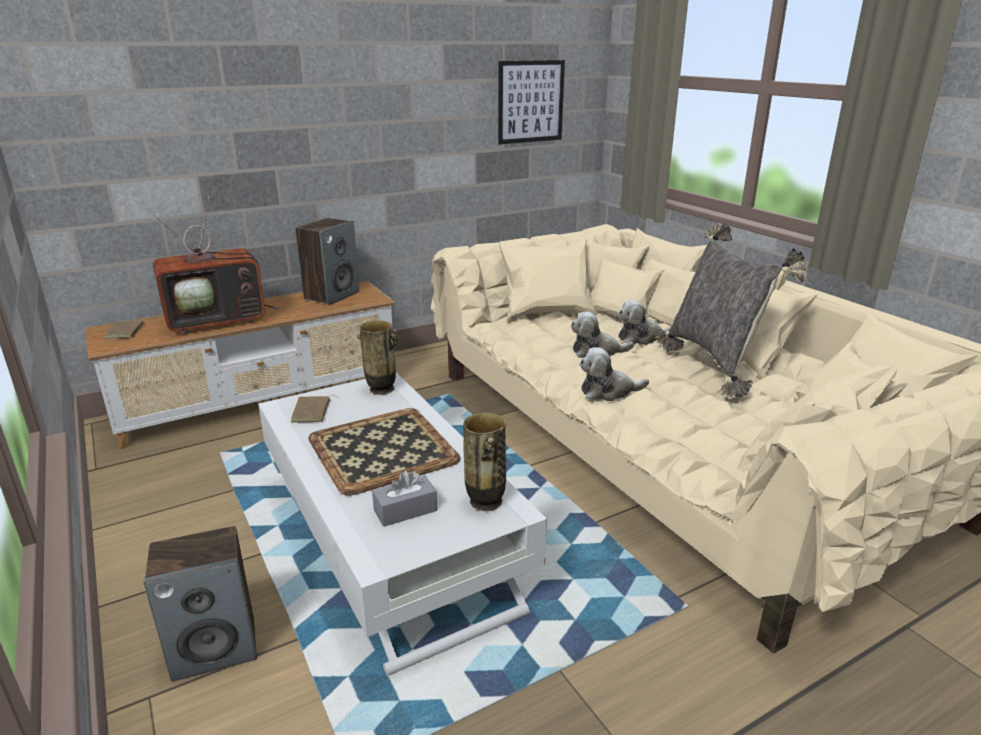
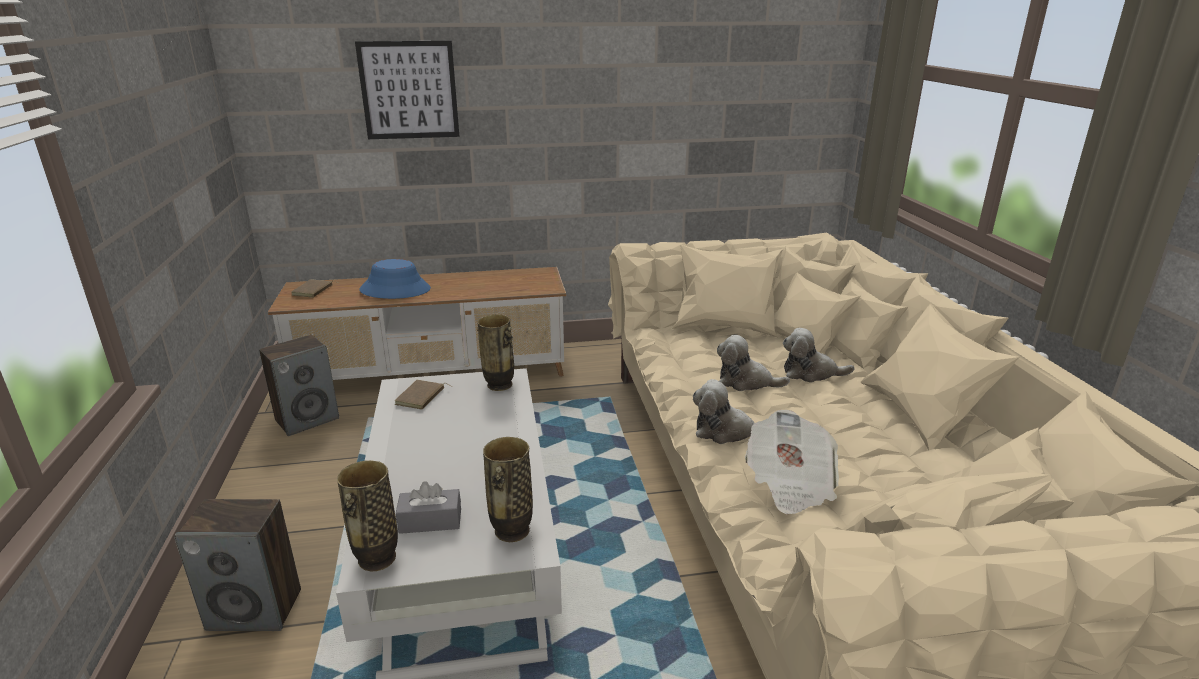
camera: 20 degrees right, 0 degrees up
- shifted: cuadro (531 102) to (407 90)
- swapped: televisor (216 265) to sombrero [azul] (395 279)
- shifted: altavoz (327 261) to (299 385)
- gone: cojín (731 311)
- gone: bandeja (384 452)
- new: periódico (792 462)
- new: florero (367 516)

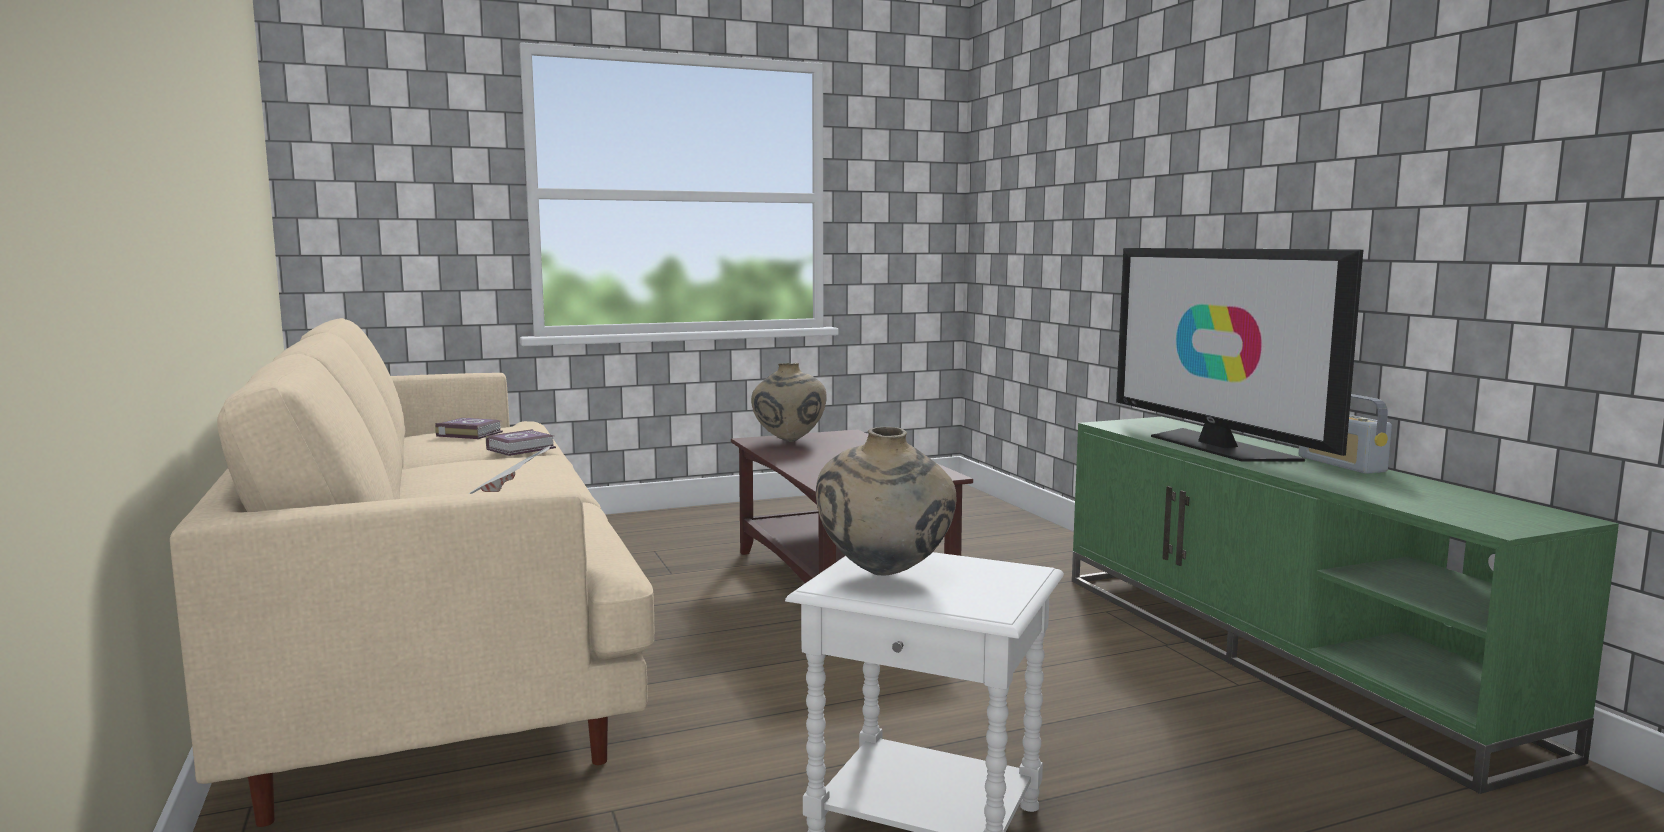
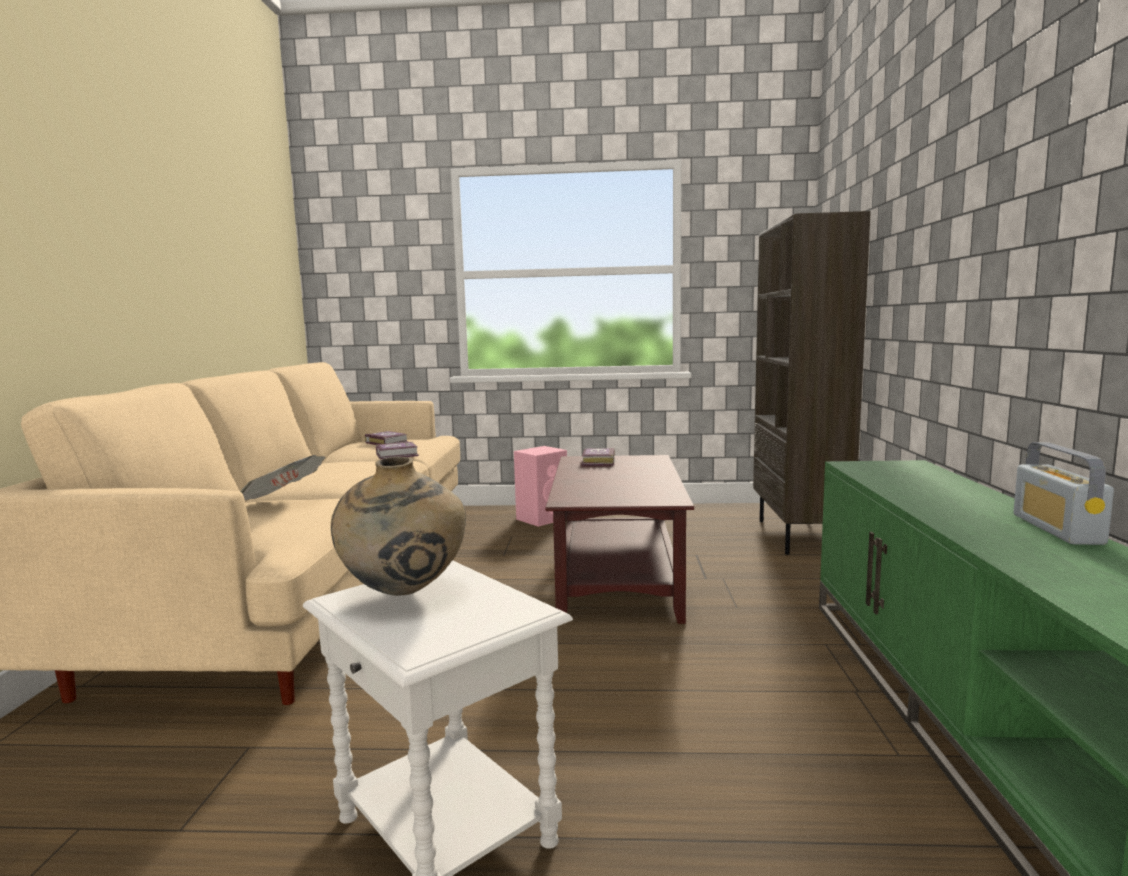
camera: 25 degrees right, 0 degrees up
- gone: televisor (1239 355)
- swapped: florero [beis] (789 402) to libro (598 457)
- new: estantería [marrón] (812 383)
- new: altavoz [rosa] (540 486)

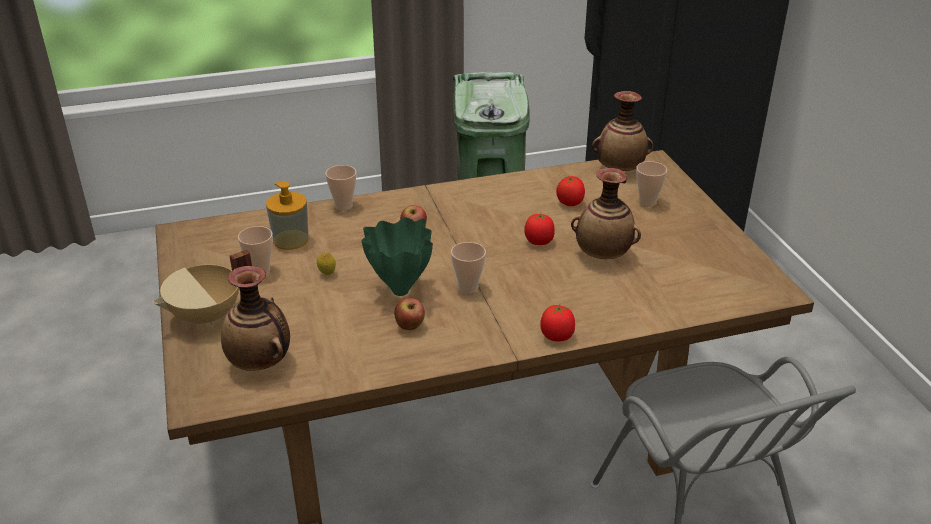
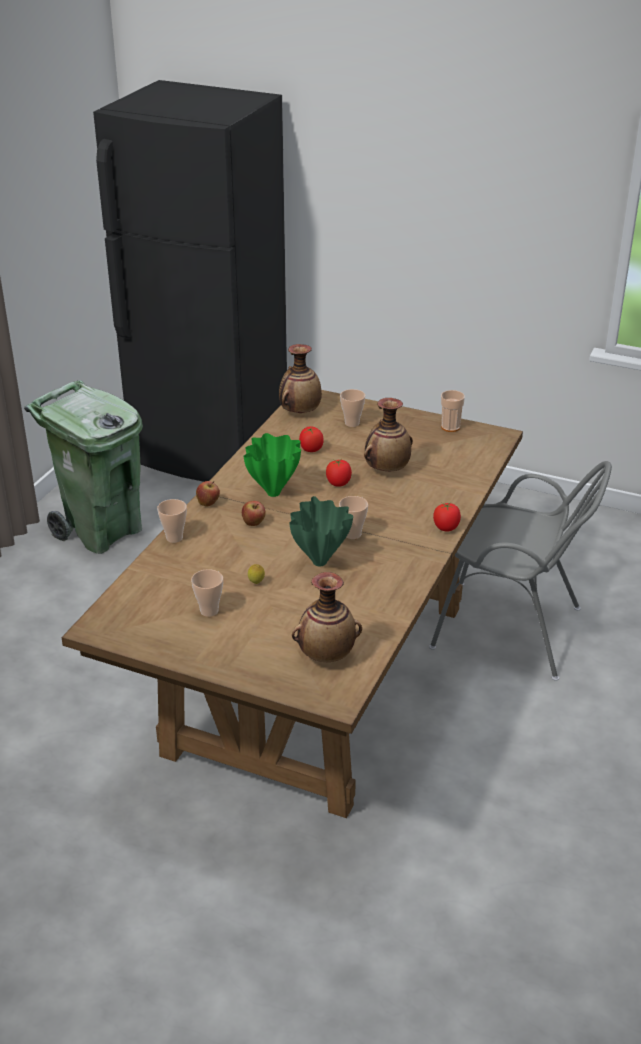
camera: 50 degrees left, 0 degrees up
- gone: dispensador de jabón (287 216)
- gone: olla [beis] (202 288)
- shifted: manzana (409 314) to (208 494)
- new: taza (453 411)
- new: florero [verde] (272 465)

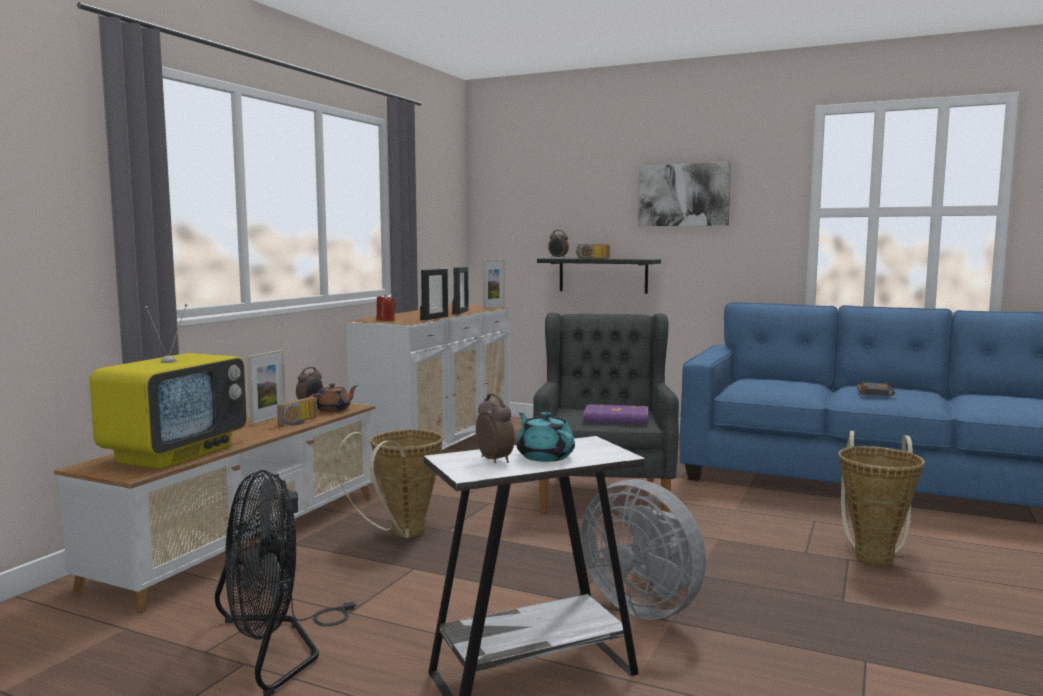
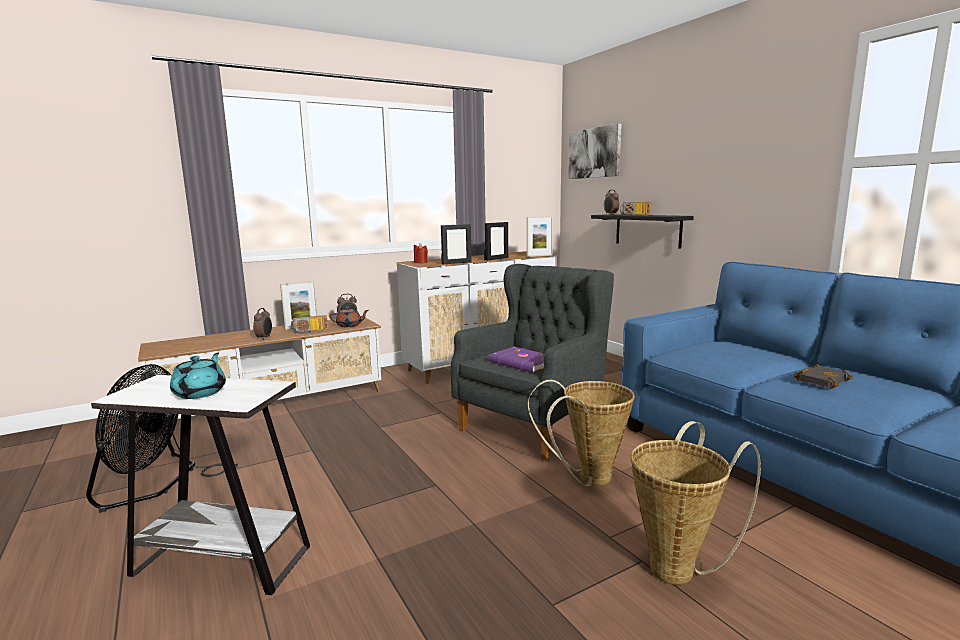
camera: 35 degrees right, 5 degrees up
- shifted: cuadro (684 194) to (595 151)
- gone: televisor (168 386)
- shifted: despertador (495 428) to (262 324)
- shifted: cesta (389 483) to (581 433)
- gone: ventilador [gris] (643 549)

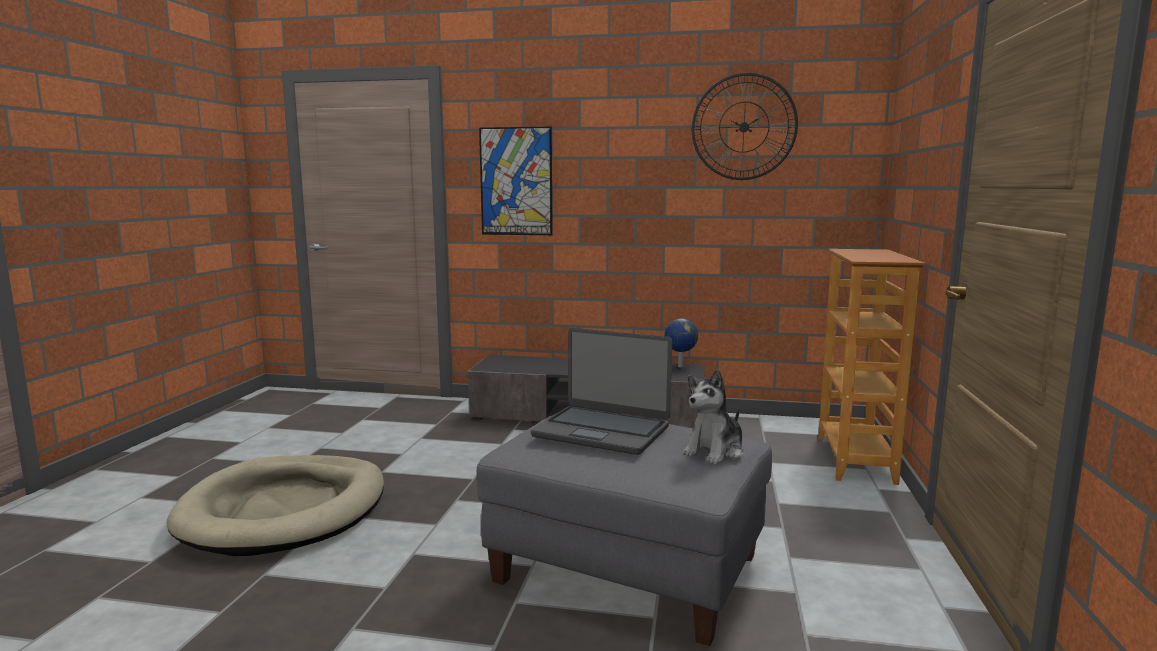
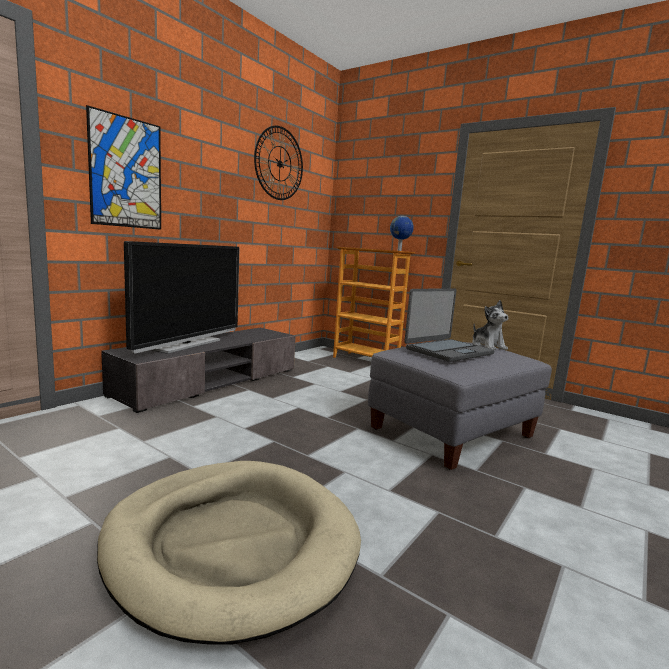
camera: 65 degrees left, 0 degrees up
- shifted: globo terráqueo (681 343) to (402 233)
- new: televisor (182 297)

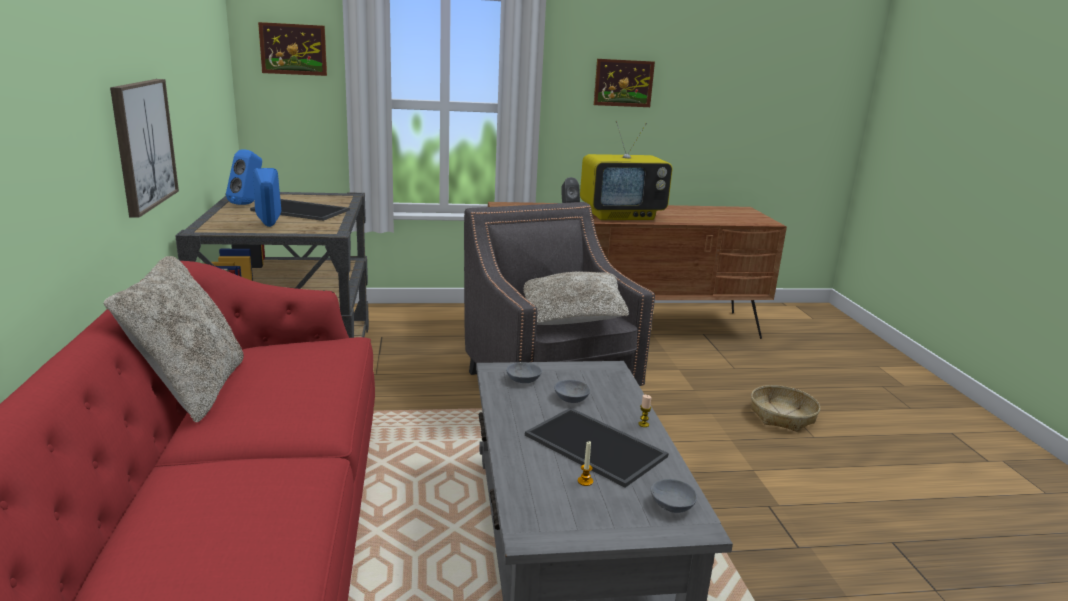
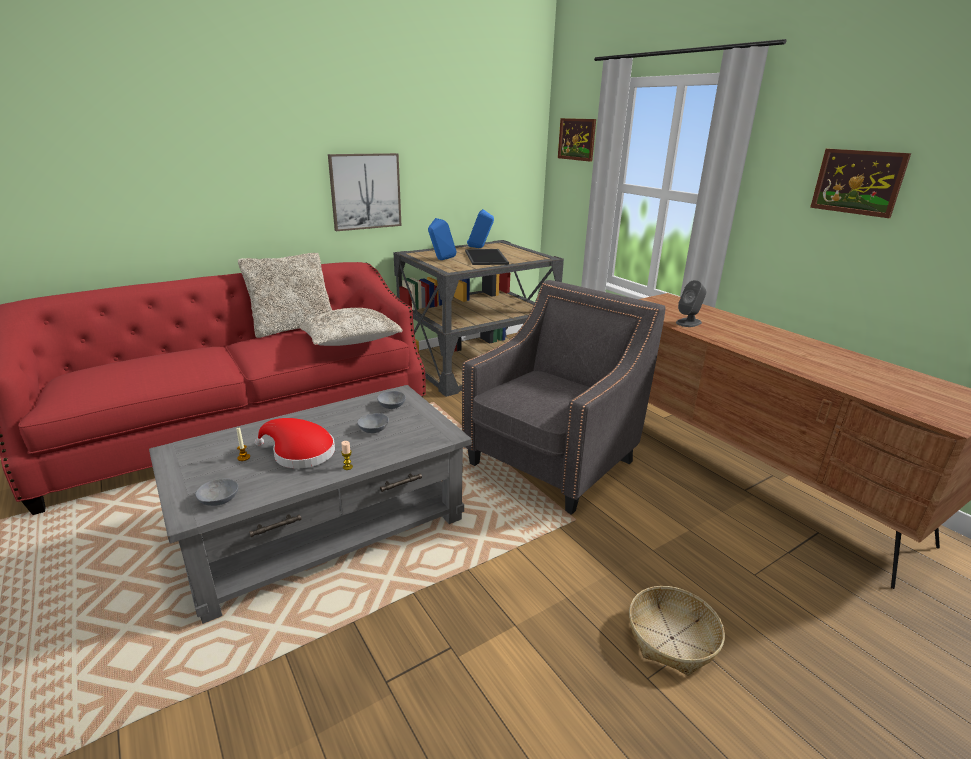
camera: 65 degrees right, 5 degrees up
- gone: televisor (626 170)
- shifted: cojín [beis] (576 298) to (351 327)
- swapped: bandeja (597 448) to sombrero [rojo] (295 443)

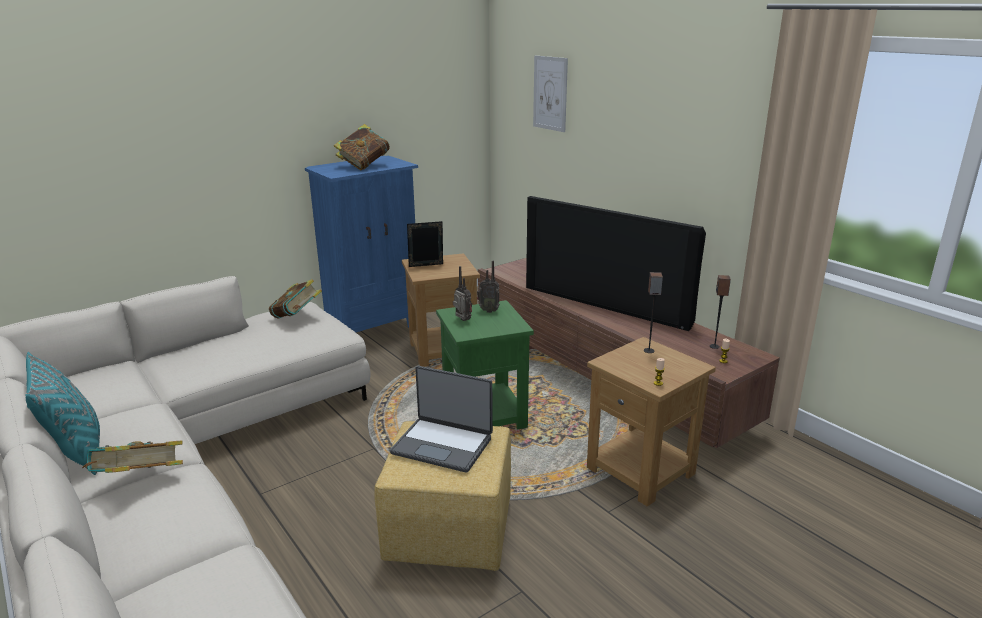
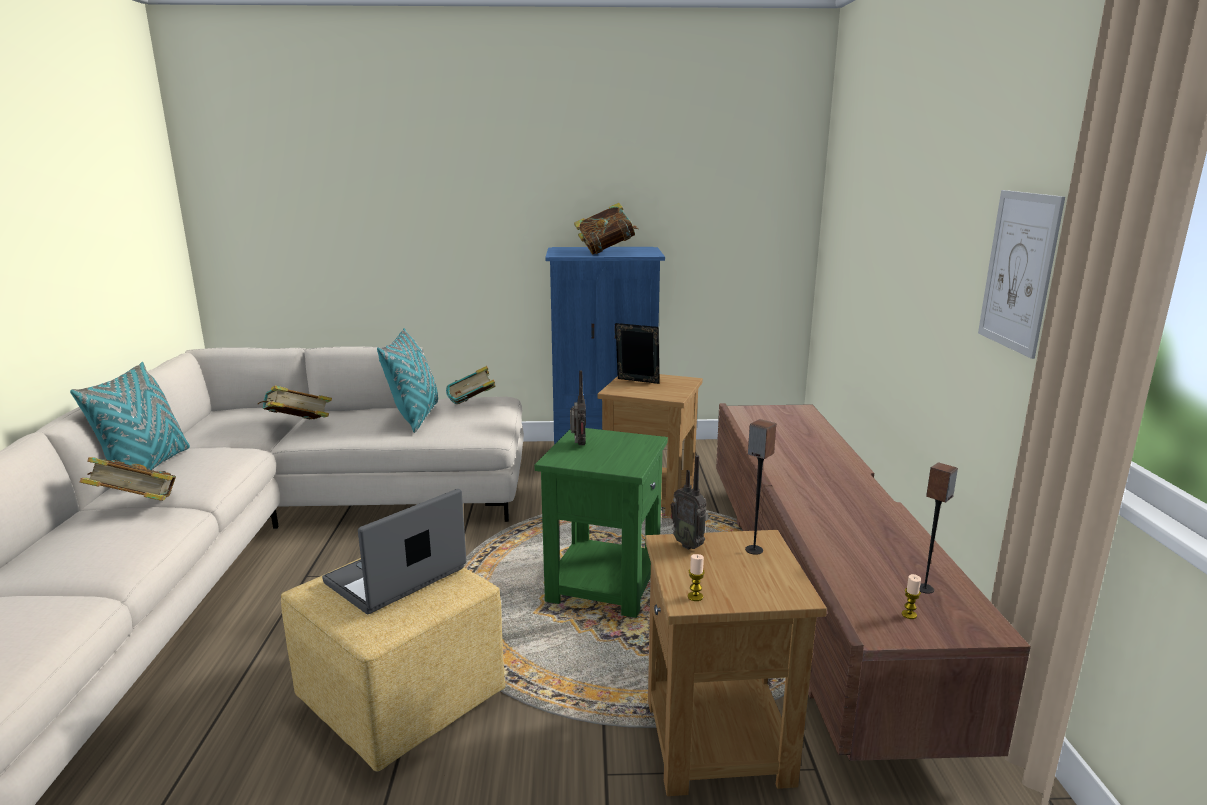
camera: 35 degrees right, 5 degrees down
- shifted: cuadro (550 94) to (1021 274)
- gone: televisor (616 263)
- shifted: radio (488 287) to (689 502)
- rotated: portátil (441 419) = (394 551) 75 degrees clockwise
- new: cojín [turquesa] (407 380)
- new: libro (295 402)

